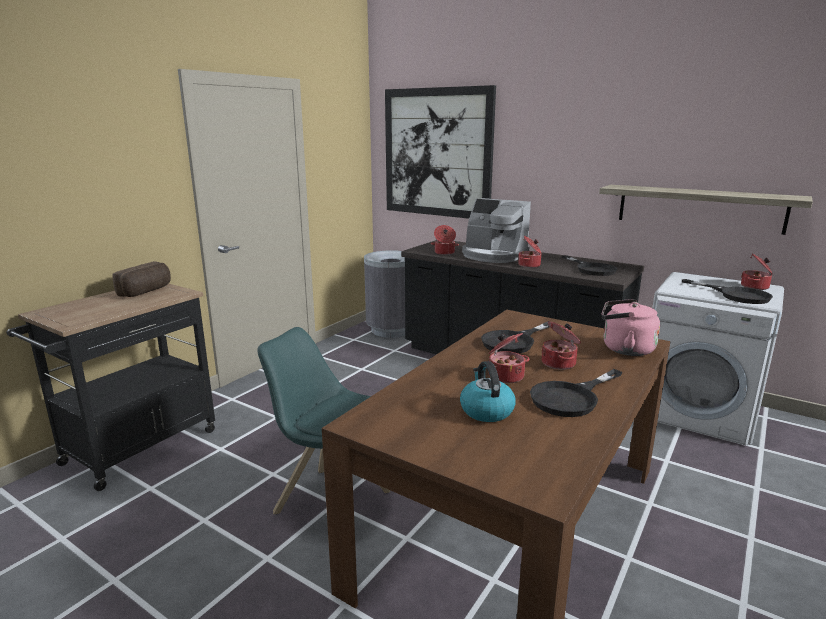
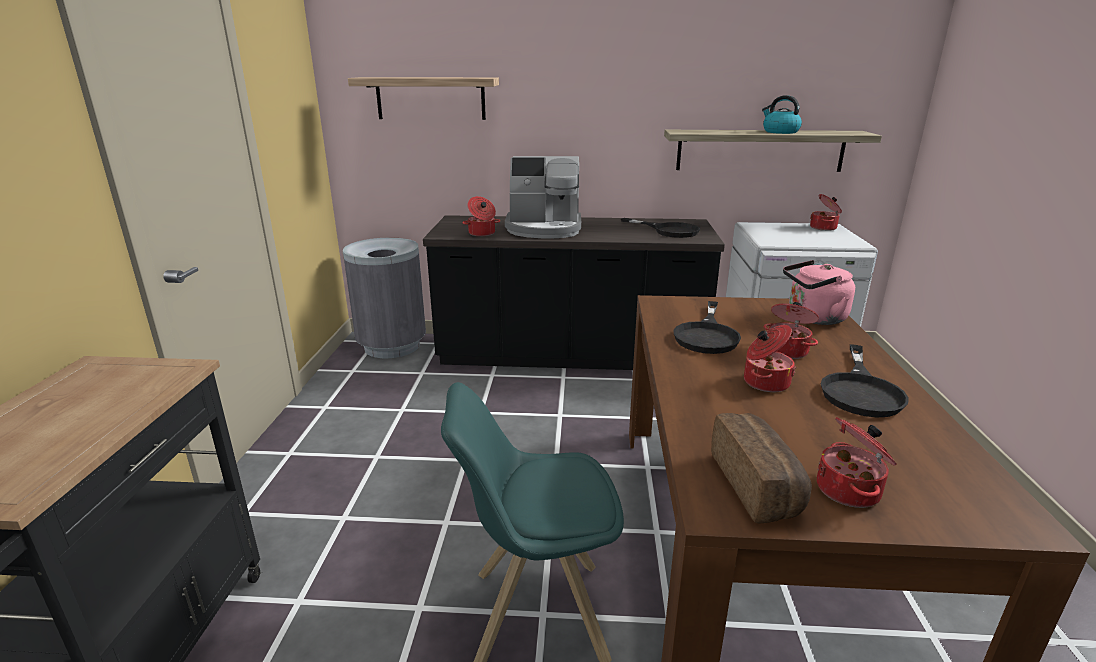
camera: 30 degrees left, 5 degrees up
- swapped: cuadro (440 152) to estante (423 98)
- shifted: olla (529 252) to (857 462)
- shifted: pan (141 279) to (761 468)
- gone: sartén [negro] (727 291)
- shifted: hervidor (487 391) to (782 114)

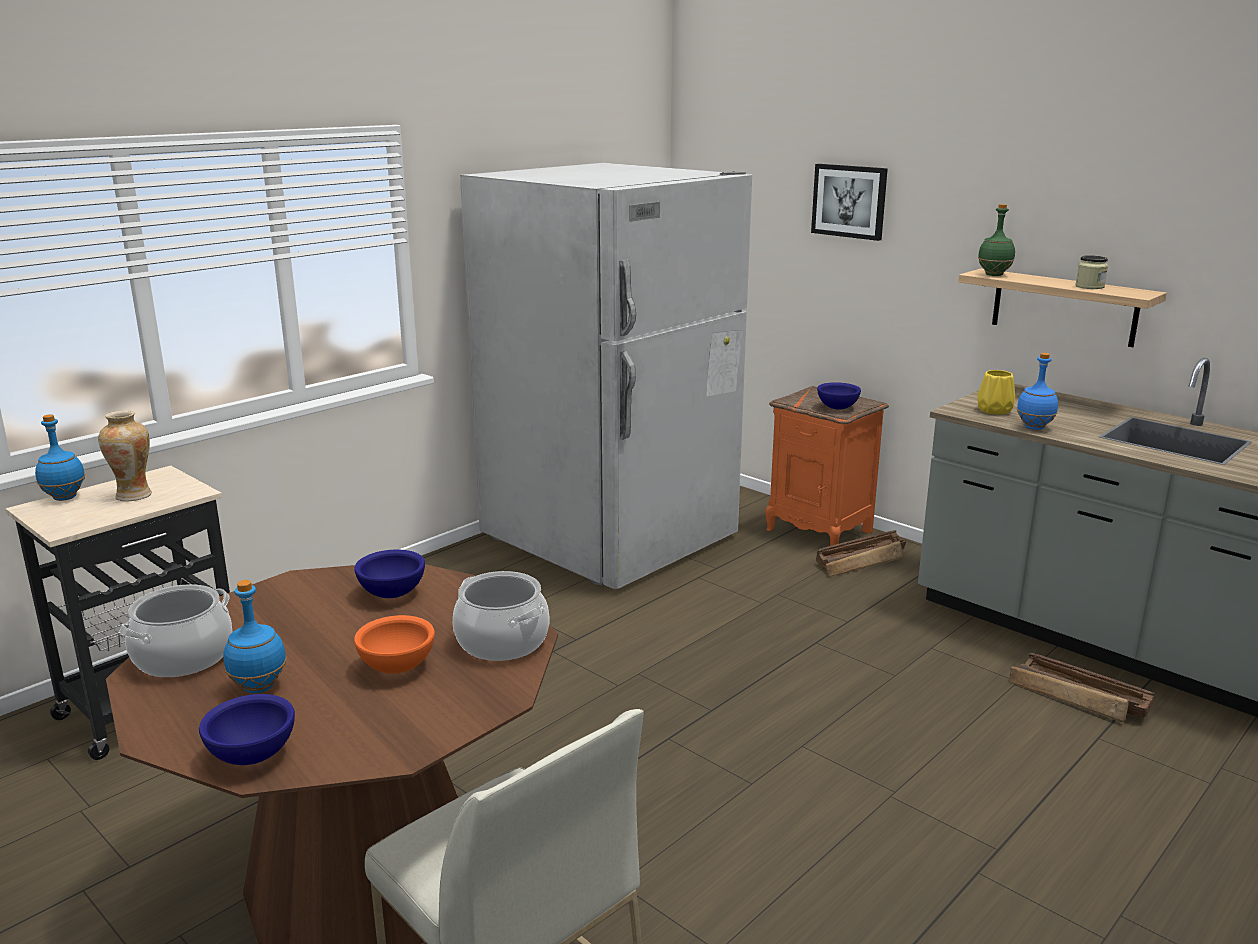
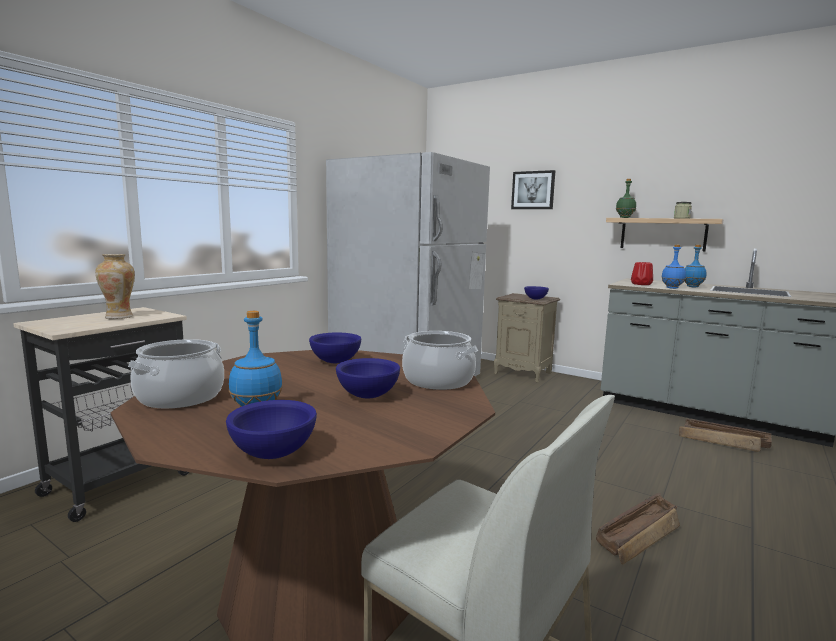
camera: 10 degrees left, 10 degrees down
- repainted: florero [amarillo] (996 392) to florero [rojo] (642 273)
- repainted: mesita de noche [naranja] (827 466) to mesita de noche [beis] (526 337)
- shifted: botella [azul] (60 457) to (695 266)
- shifted: caja de embalaje (861 553) to (638 528)
- repainted: cuenco [naranja] (394 644) to cuenco [azul] (368 378)

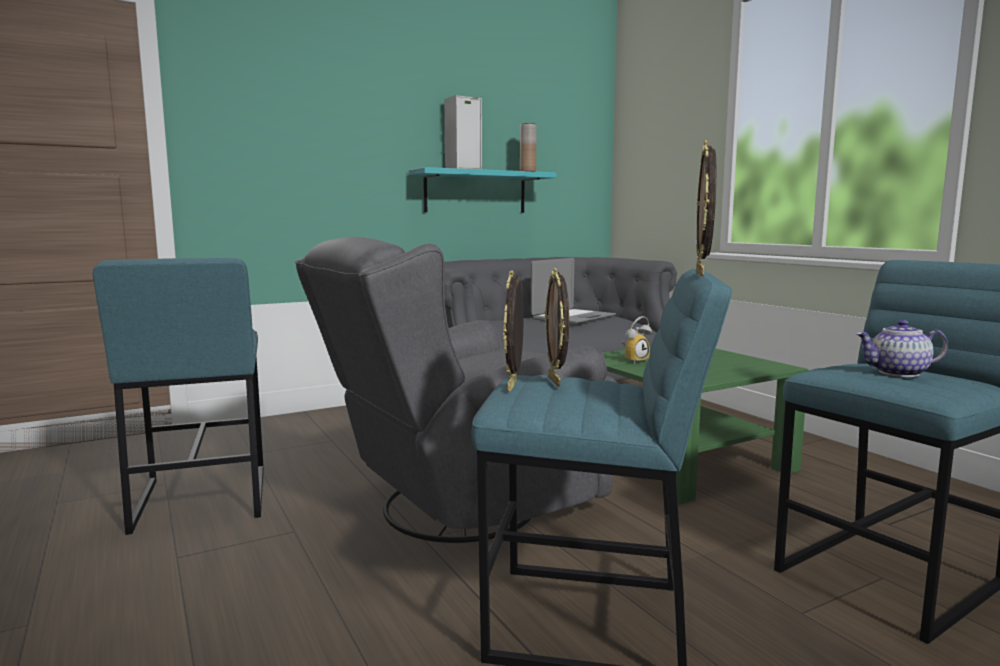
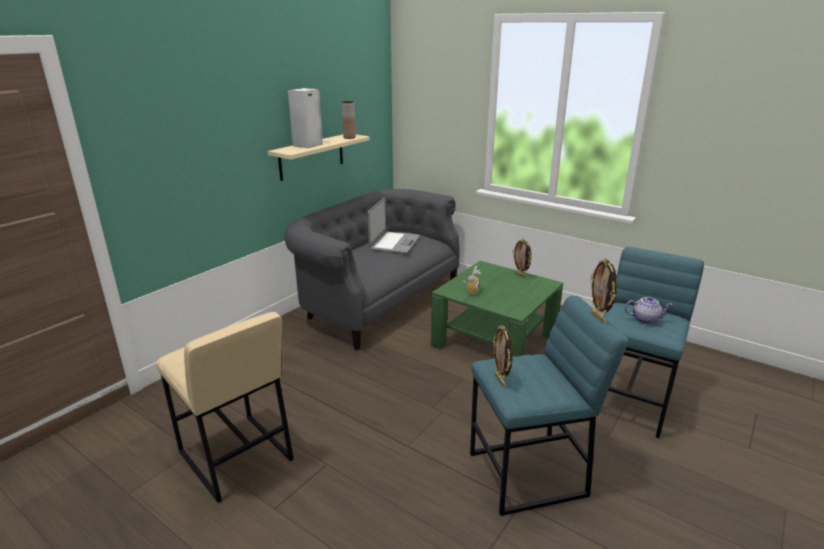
camera: 25 degrees left, 15 degrees up
- repainted: estante [turquesa] (483 190) to estante [beis] (319 157)
- gone: sillón [gris] (457 390)
- repainted: taburete [azul] (178 396) to taburete [beis] (224 407)
- shifted: portarretratos (557 327) to (522 258)
- rotated: tetera (902 348) = (649 310) 150 degrees counterclockwise

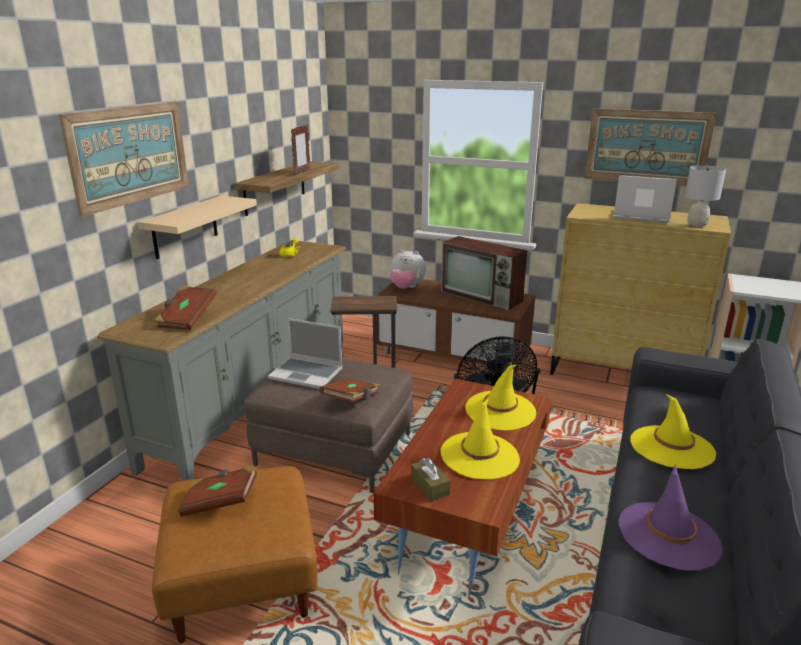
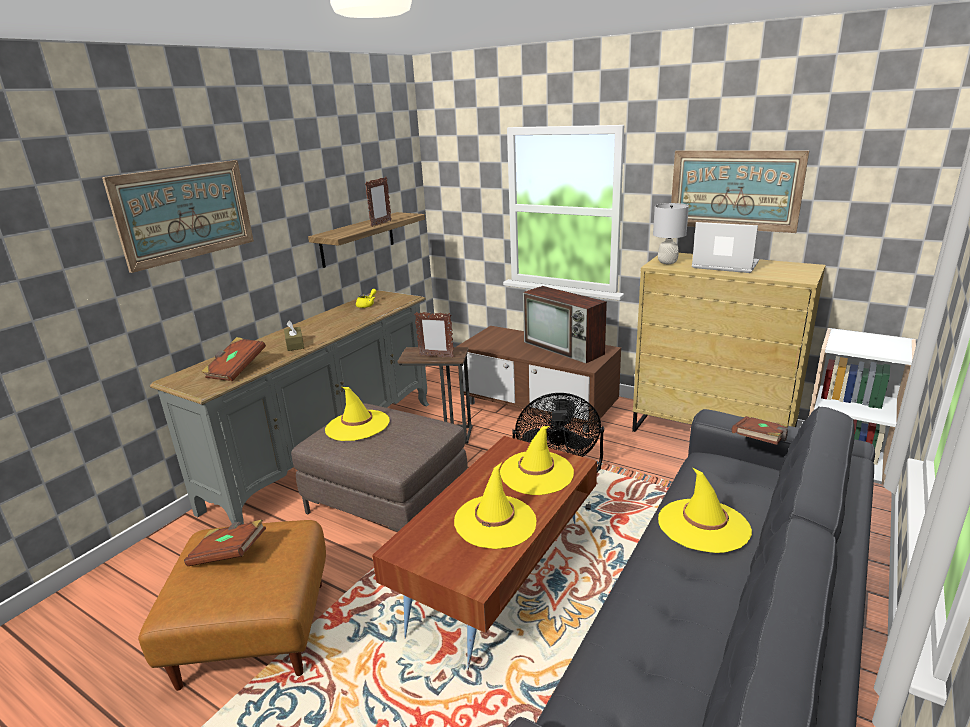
camera: 10 degrees right, 0 degrees up
- shifted: lámpara de mesa [gris] (705 196) to (671 233)
- gone: estante [beis] (197 227)
- gone: peluche (408 269)
- swapped: portátil (305 353) to sombrero [amarillo] (357 414)
- shifted: libro [marrón] (349 390) to (760 430)
- shifted: caja de pañuelos [marrón] (431 480) to (294 336)
- gone: sombrero [morado] (670 518)
- new: portarretratos (434 335)

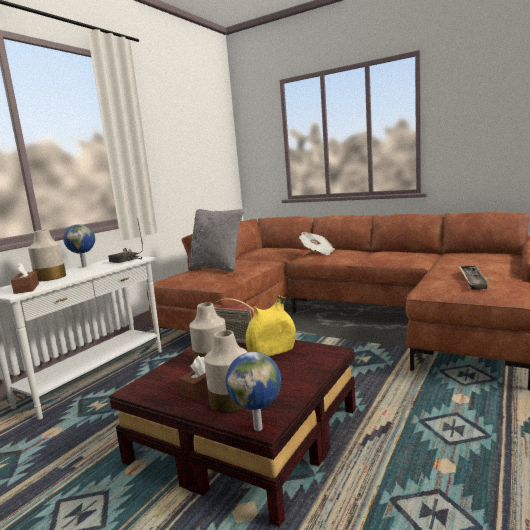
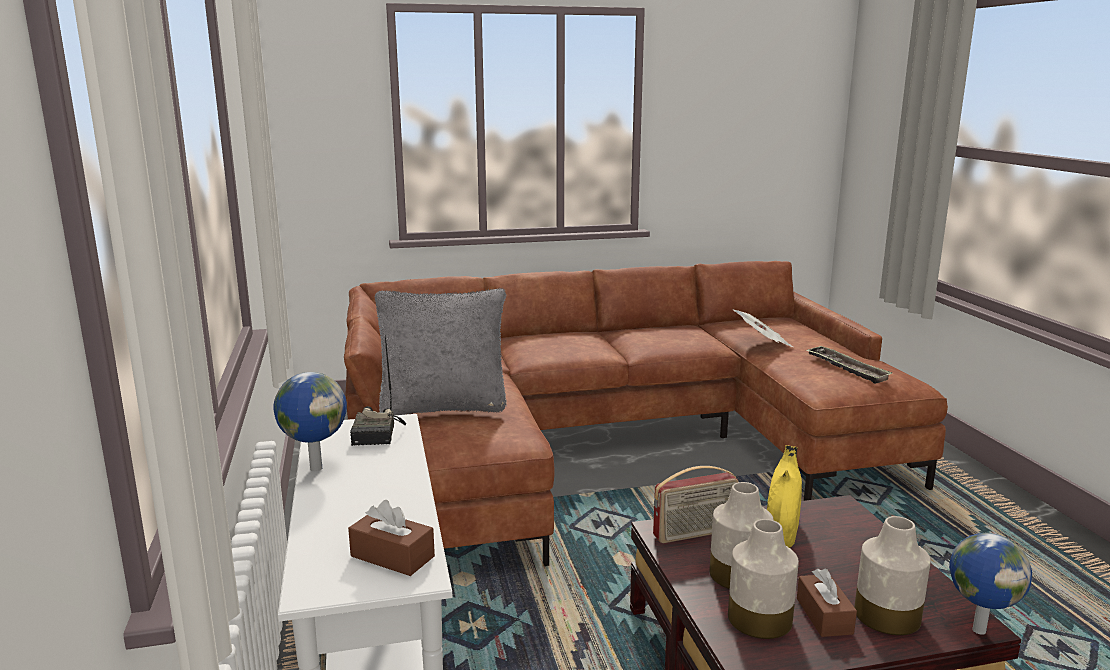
camera: 45 degrees left, 5 degrees up
- shifted: florero [beis] (47 255) to (763 579)
- shifted: periódico (317 243) to (762 328)

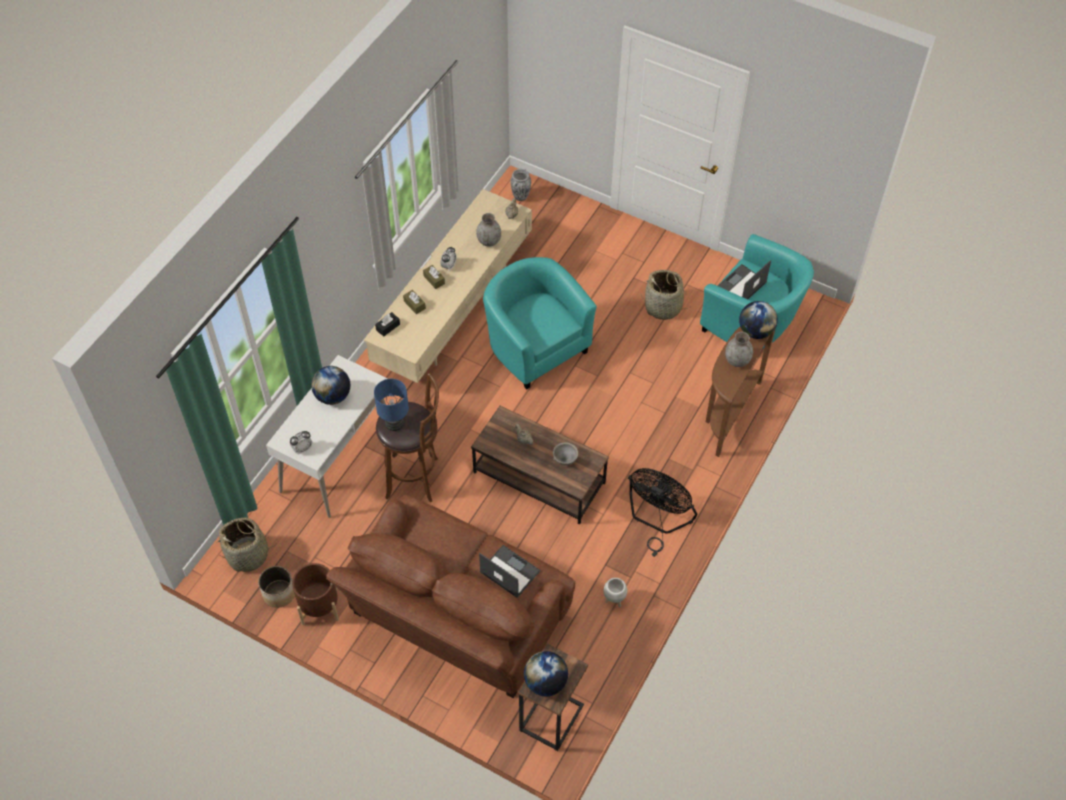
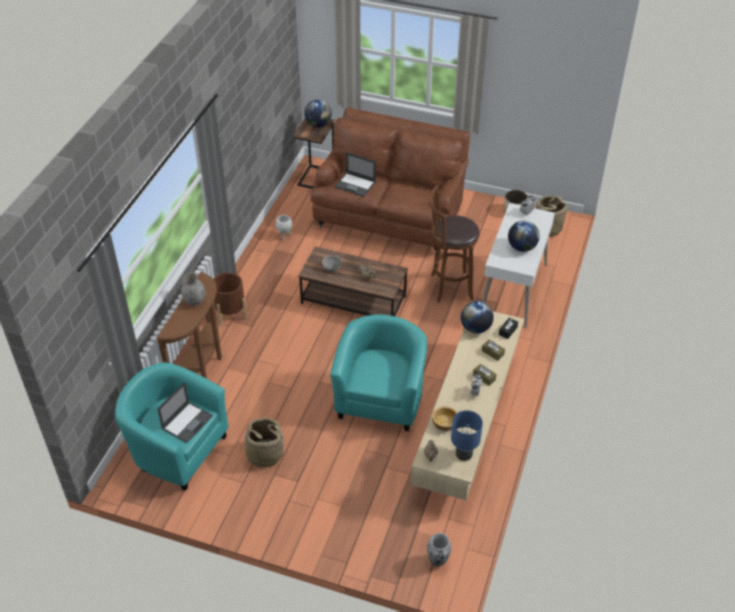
camera: 170 degrees right, 10 degrees down
- swapped: florero [gris] (488 230) to cuenco (445 418)
- rotated: sillón [turquesa] (540 323) = (378 372) 120 degrees counterclockwise
- shifted: globo terráqueo (758 320) to (477 317)
- shifted: lámpara de mesa [azul] (391 405) to (467 435)
- gone: ventilador [negro] (662 512)
- shifted: maceta [marrón] (315 594) to (230 298)

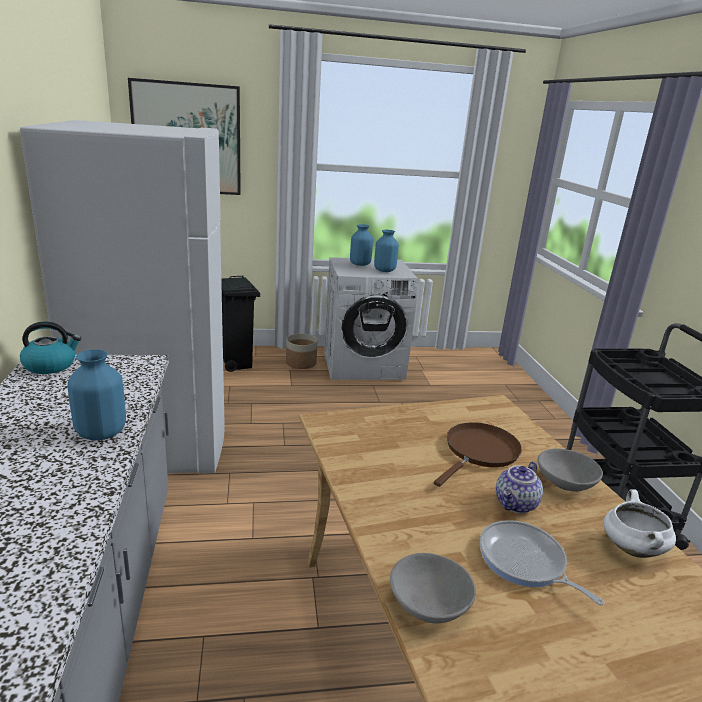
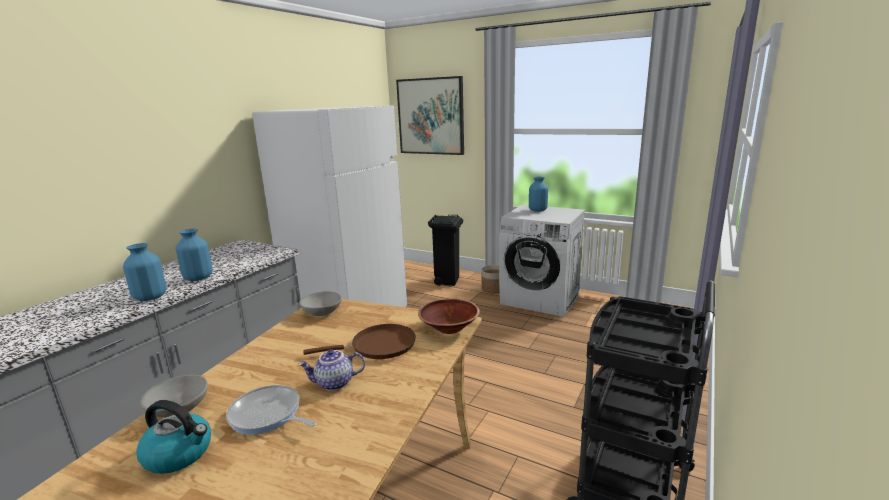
camera: 40 degrees right, 5 degrees down
- shifted: florero [azul] (386 251) to (144 272)
- shifted: hervidor (50 348) to (173 437)
- shifted: cuenco [gris] (570 470) to (320 303)
- gone: olla [blanco] (639 523)
- rotated: sartén (542 563) = (271 409) 60 degrees counterclockwise
- new: cuenco [marrón] (449 316)

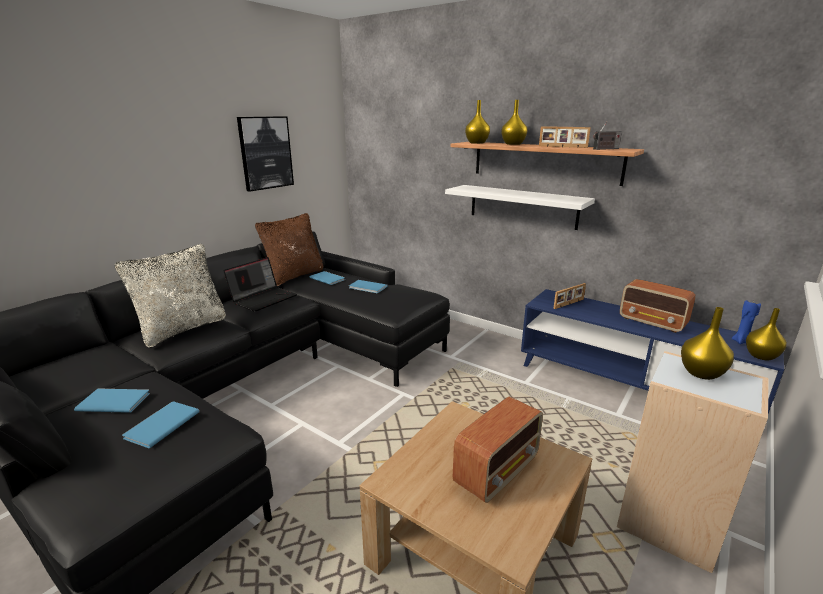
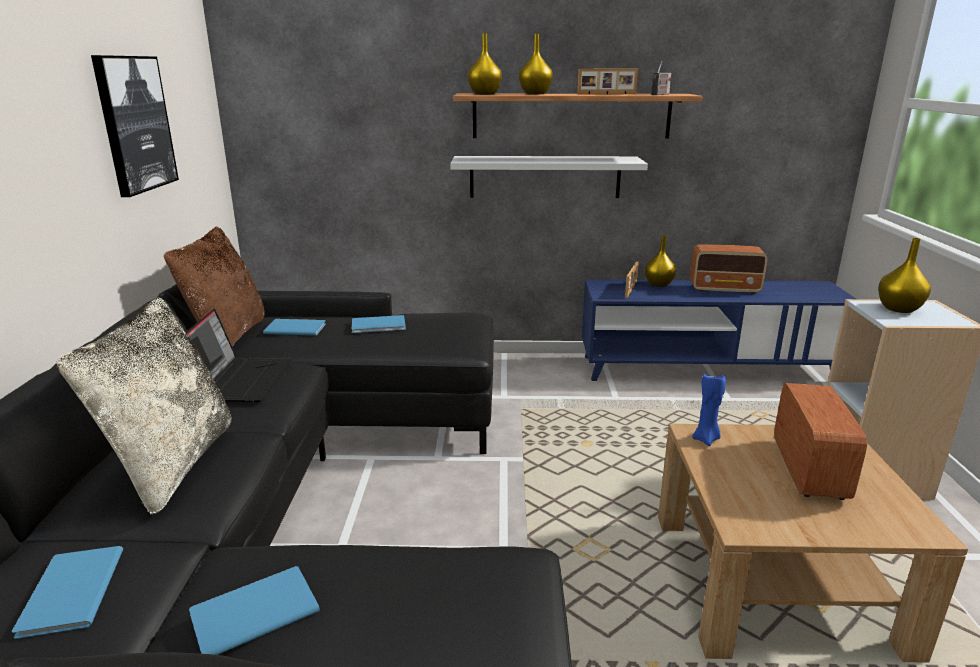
camera: 35 degrees left, 0 degrees up
- shifted: vela [azul] (746 322) to (709 410)
- shifted: florero [amarillo] (766 334) to (660 261)
- shifted: libro [azul] (161 425) to (67 592)

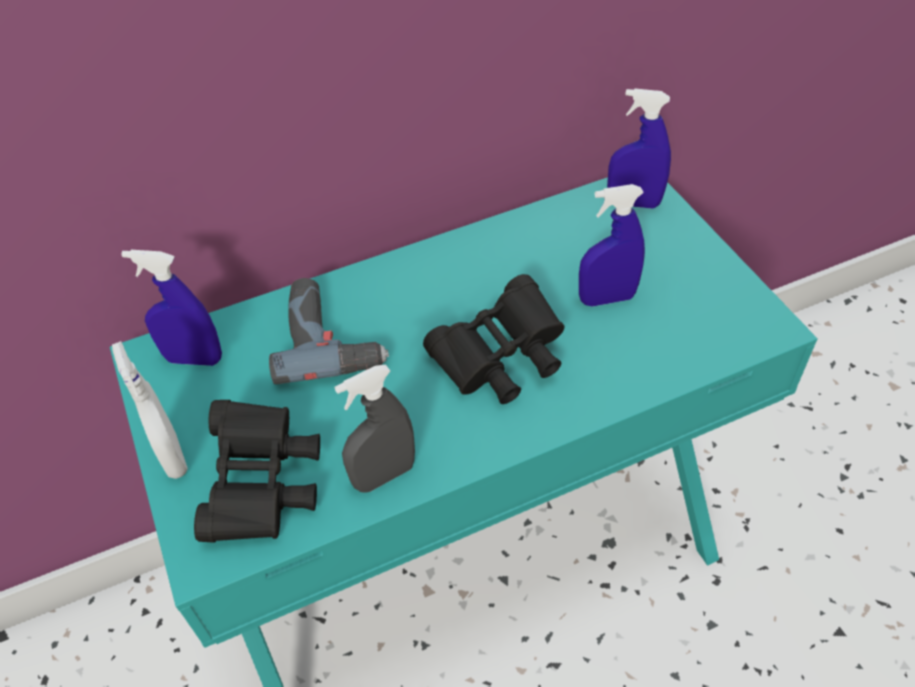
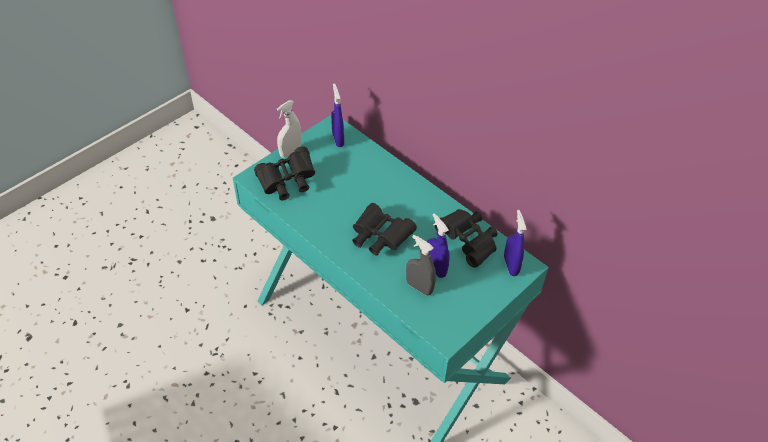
camera: 65 degrees right, 0 degrees up
- gone: taladro (329 331)
- shifted: pulverizador [gris] (375 429) to (421 265)
- new: prismáticos [negro] (466 238)

